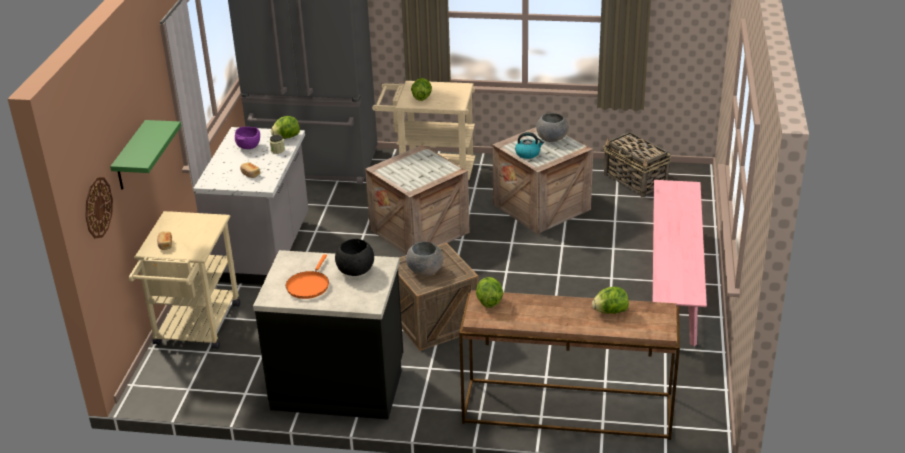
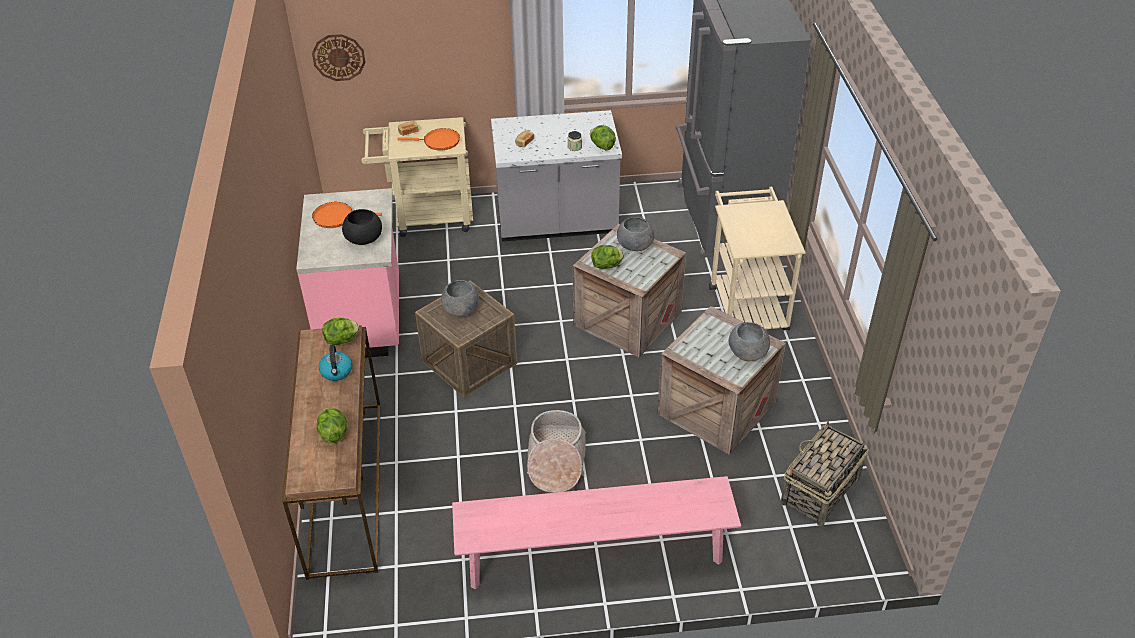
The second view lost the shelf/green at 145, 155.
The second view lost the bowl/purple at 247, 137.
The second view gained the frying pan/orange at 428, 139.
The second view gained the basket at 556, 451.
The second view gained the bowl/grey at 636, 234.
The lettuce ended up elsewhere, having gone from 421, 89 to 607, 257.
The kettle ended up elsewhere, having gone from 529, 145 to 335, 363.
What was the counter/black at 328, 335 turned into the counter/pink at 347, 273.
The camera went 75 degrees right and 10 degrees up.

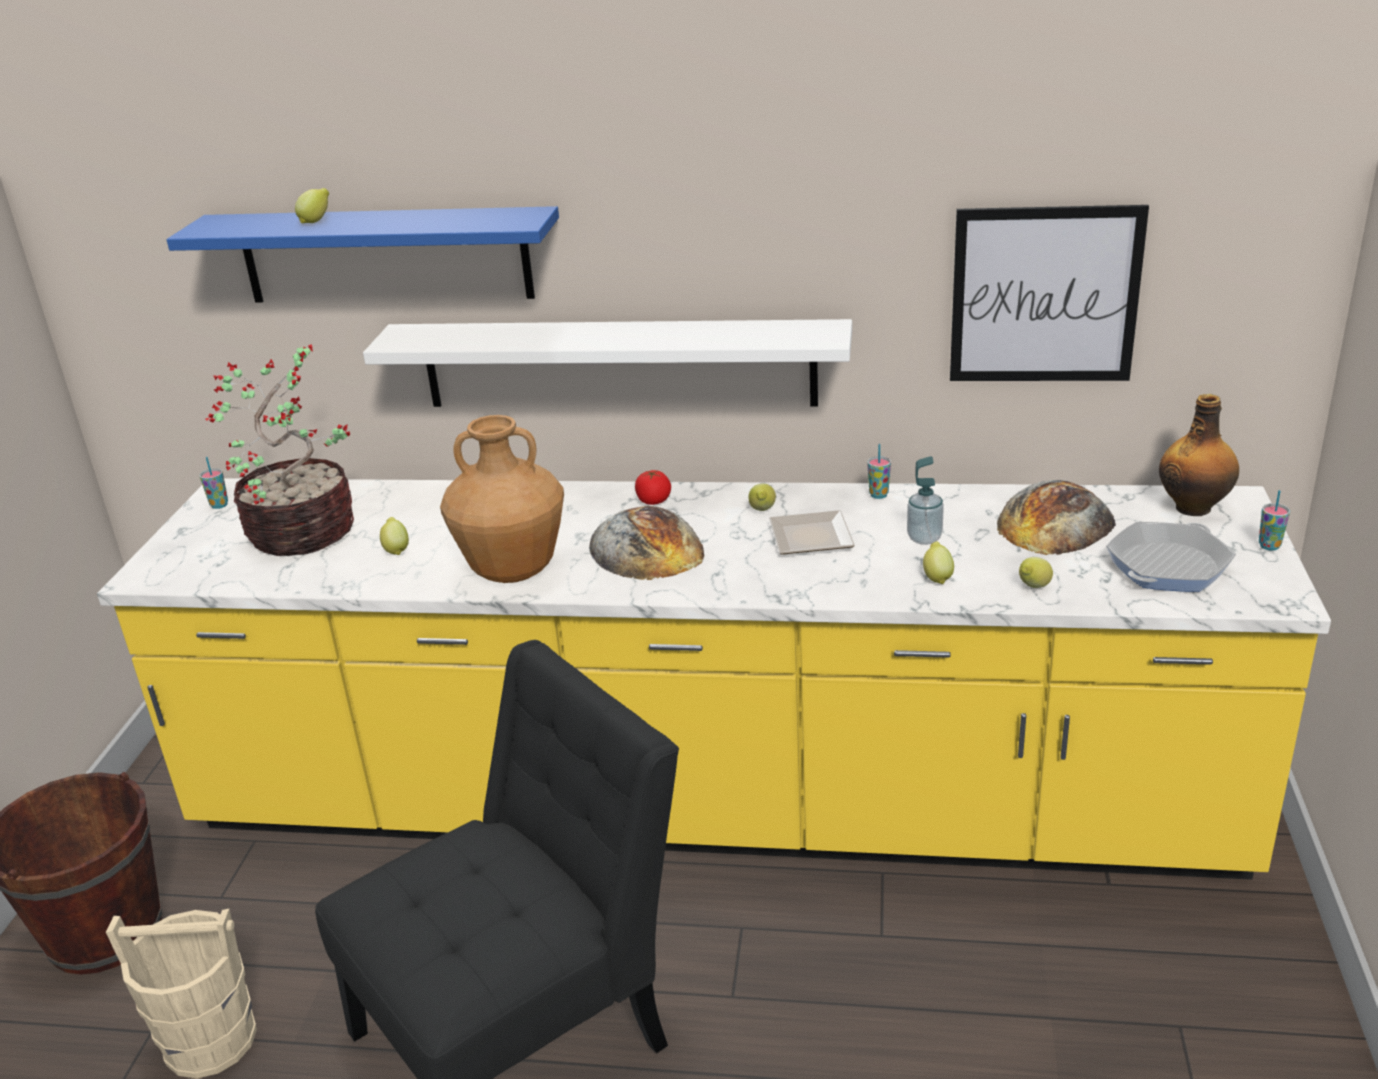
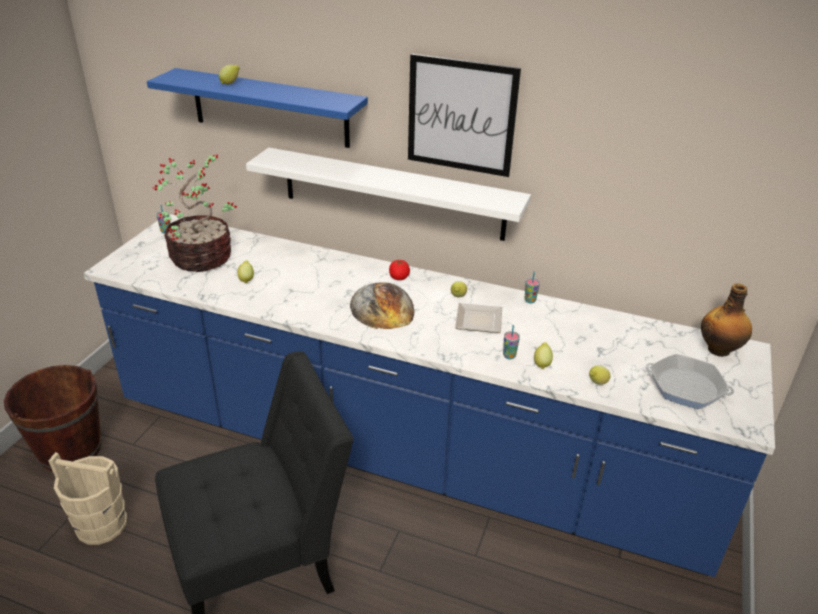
The second view lost the vase/brown at 502, 499.
The second view lost the soap dispenser at 925, 500.
The second view lost the bread at 1056, 517.
The picture ended up elsewhere, having gone from 1049, 293 to 464, 115.
The cup ended up elsewhere, having gone from 1274, 520 to 511, 342.
What was the counter/yellow at 714, 679 turned into the counter/blue at 429, 395.
The frying pan at 1171, 557 ended up facing another way, 60 degrees clockwise from before.
The camera went 10 degrees right and 5 degrees up.

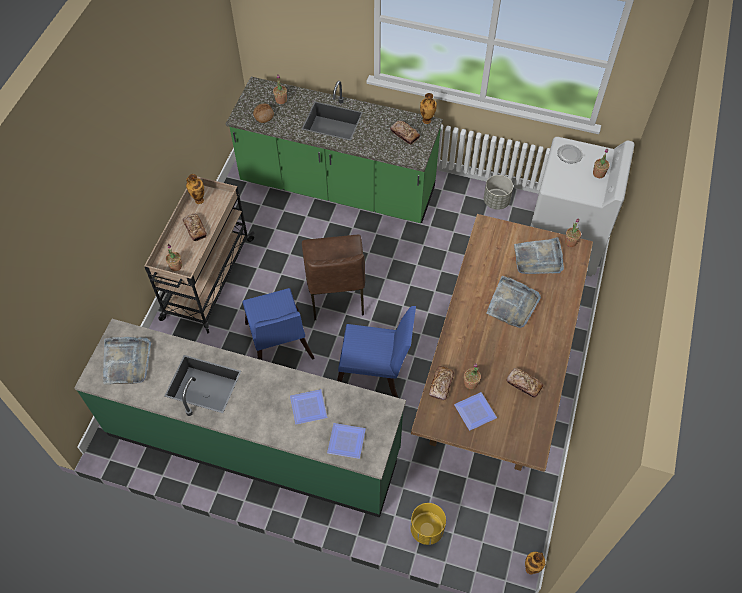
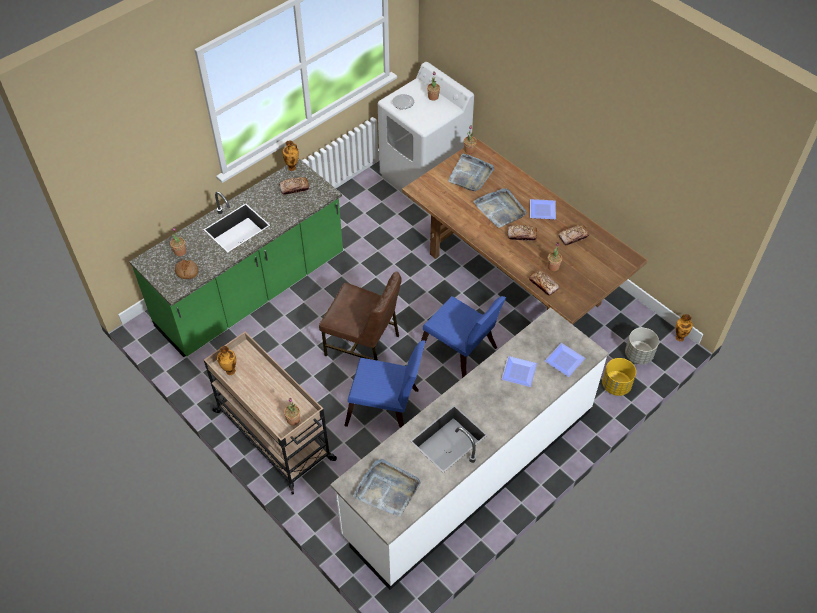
The bread ended up elsewhere, having gone from 195, 227 to 522, 233.
The plate ended up elsewhere, having gone from 475, 411 to 543, 209.
The planter/grey ended up elsewhere, having gone from 498, 192 to 642, 346.
What was the counter/green at 240, 418 turned into the counter/white at 469, 448.
The chair/blue at 376, 352 ended up facing another way, 90 degrees clockwise from before.
The camera went 60 degrees left and 5 degrees down.

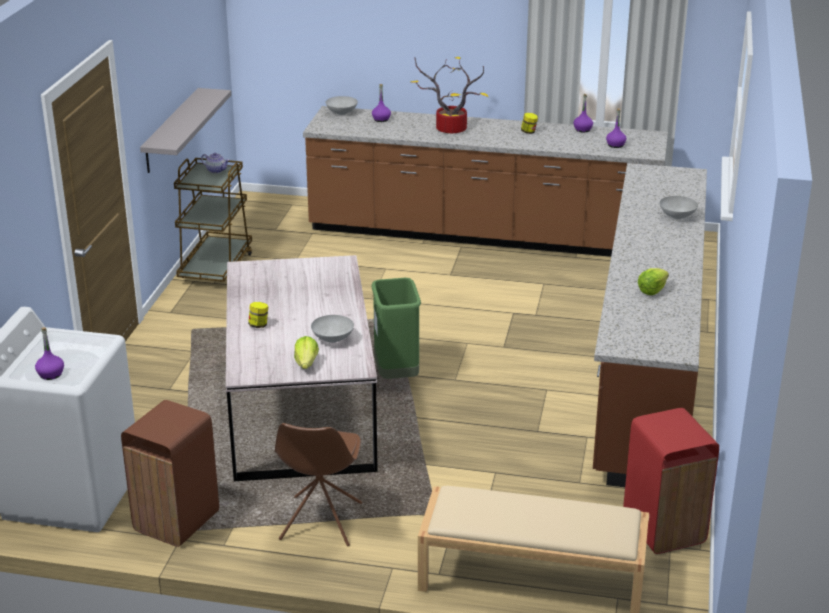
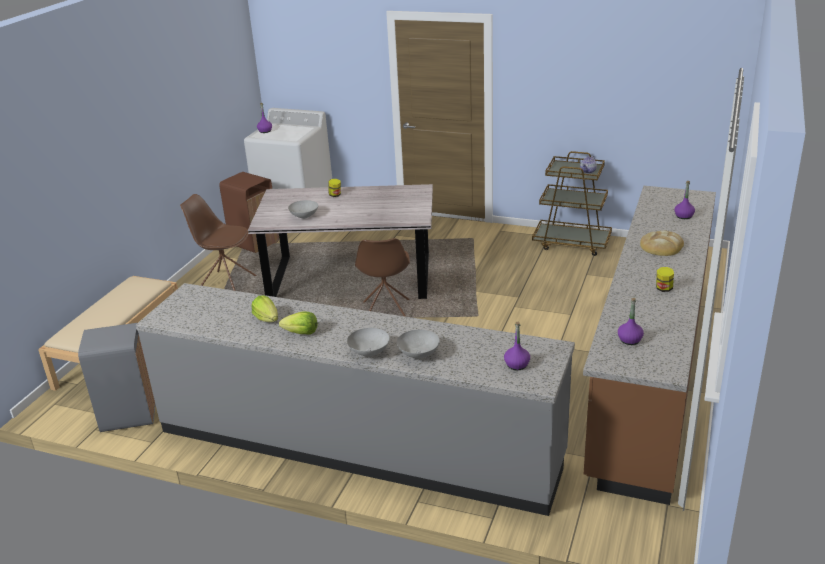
The second view lost the shelf/grey at 185, 130.
The lettuce ended up elsewhere, having gone from 306, 352 to 298, 323.
The bowl/grey ended up elsewhere, having gone from 341, 105 to 368, 342.
The bottle/purple ended up elsewhere, having gone from 583, 113 to 517, 346.
Where the trash can/green stood at 396, 328, the chair/brown came to stand at 382, 277.
Where the potted plant stood at 449, 95, the bread came to stand at 662, 243.
What was the counter/brown at 650, 325 turned into the counter/grey at 355, 399.
What was the trash can/red at 671, 481 turned into the trash can/grey at 116, 377.
The camera went 100 degrees right and 0 degrees up.

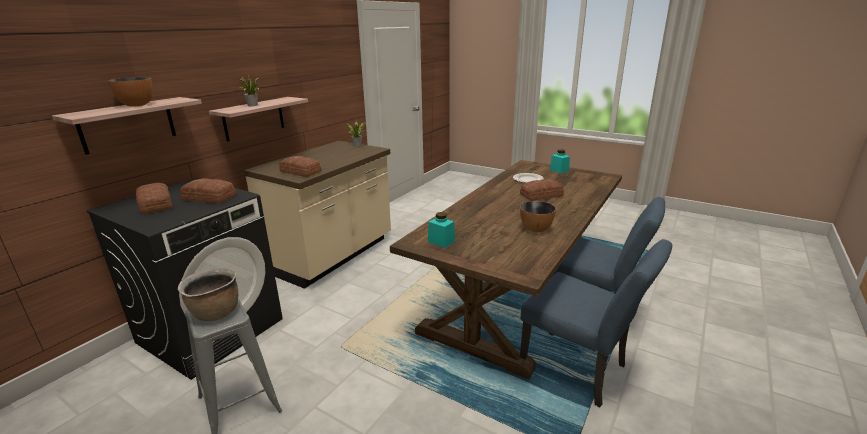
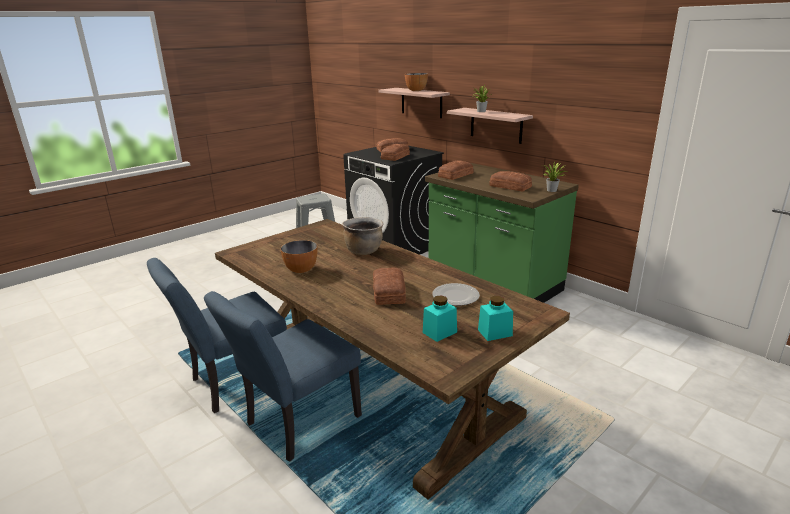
The second view gained the bread at 510, 181.
The cooking pot/brown ended up elsewhere, having gone from 208, 294 to 362, 236.
The jar/turquoise ended up elsewhere, having gone from 441, 230 to 440, 318.
What was the counter/beige at 317, 215 turned into the counter/green at 502, 233.
The camera went 105 degrees right and 0 degrees up.

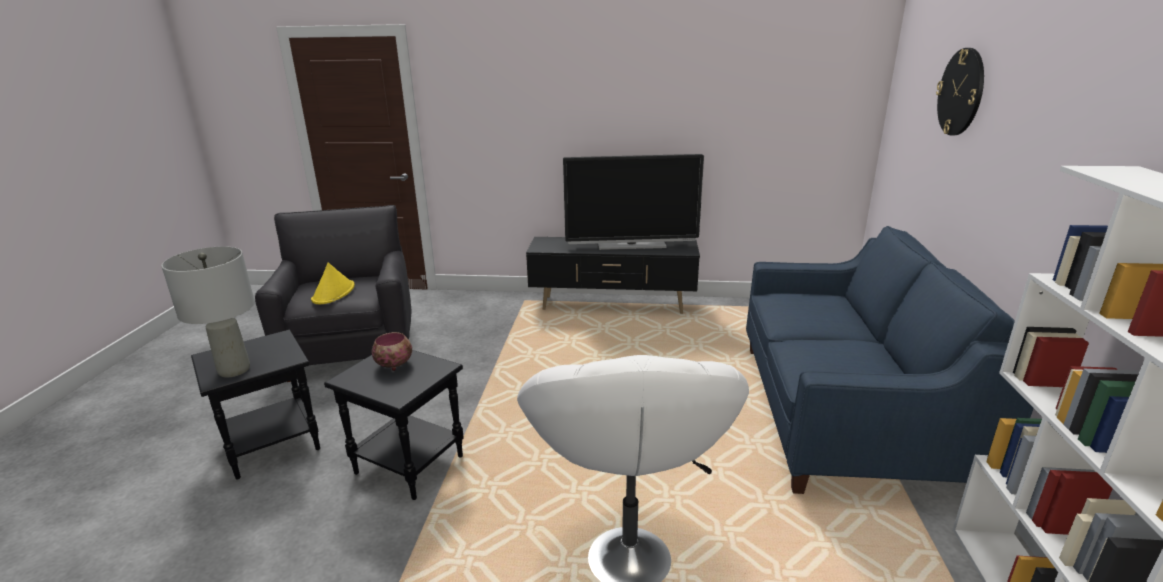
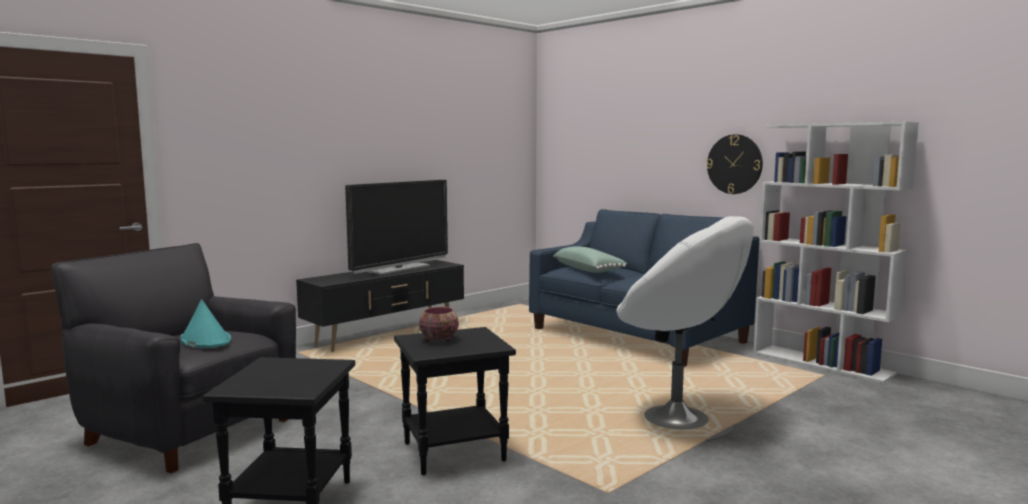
The second view lost the table lamp/grey at 208, 312.
The second view gained the pillow/green at 590, 259.
The wall clock ended up elsewhere, having gone from 960, 91 to 734, 164.
What was the hat/yellow at 333, 283 turned into the hat/turquoise at 205, 323.
The camera went 50 degrees left and 15 degrees down.

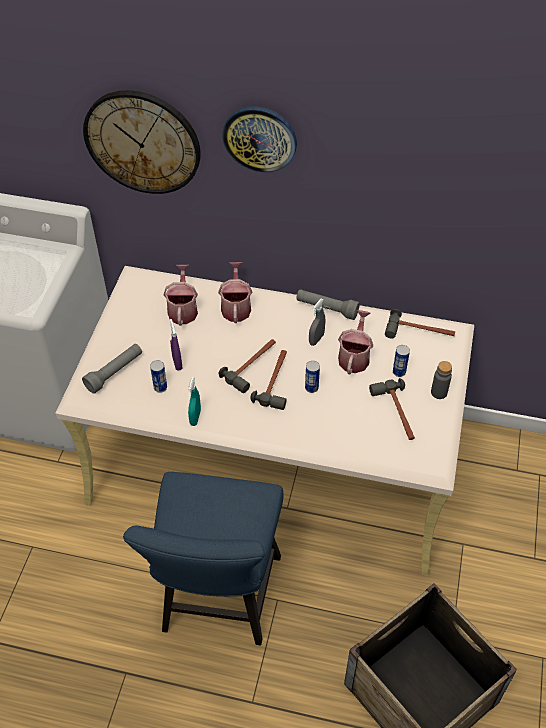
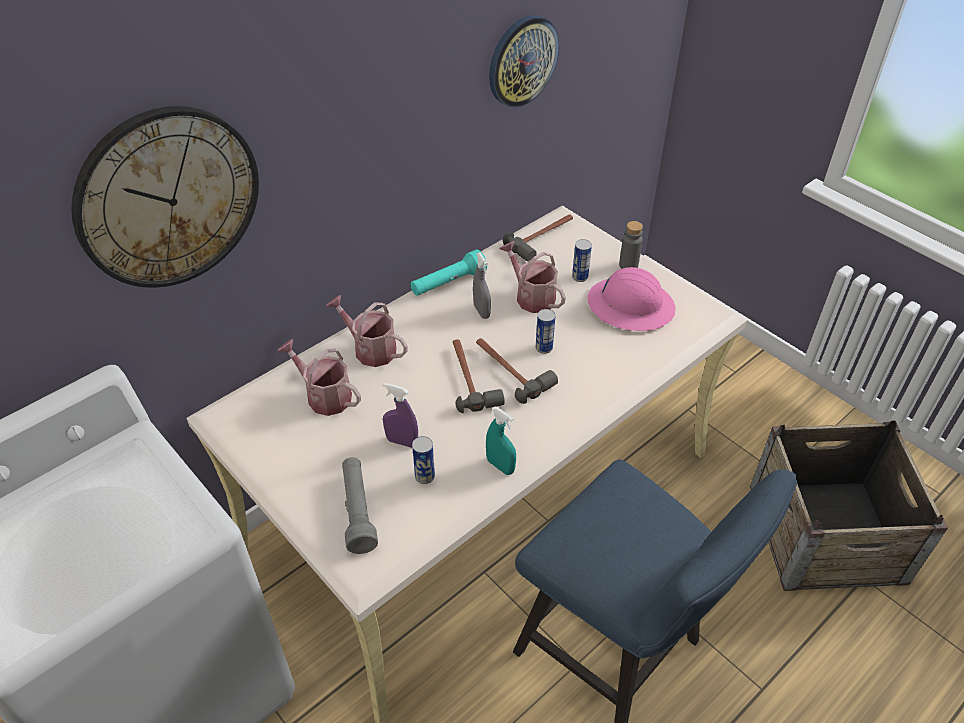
The wall clock ended up elsewhere, having gone from 259, 139 to 524, 61.
Where the hammer stood at 392, 409, the hard hat/pink came to stand at 631, 299.
What was the flashlight/grey at 328, 304 turned into the flashlight/turquoise at 448, 272.
The camera went 55 degrees left and 5 degrees down.

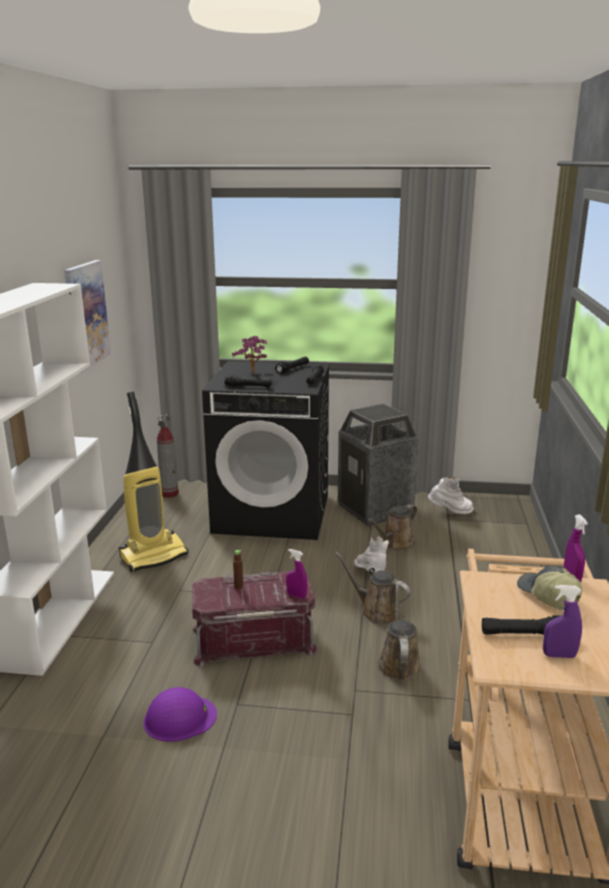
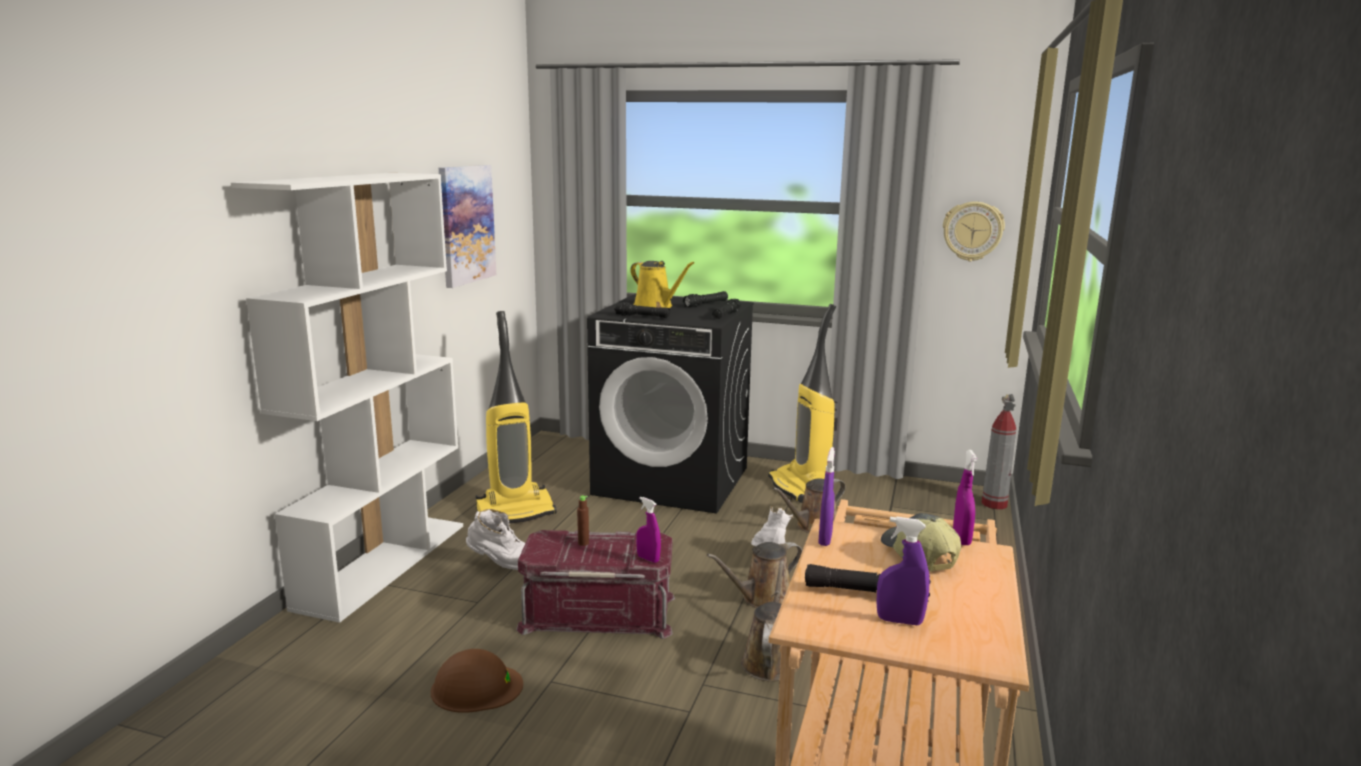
The second view gained the spray bottle/purple at 826, 496.
The second view gained the wall clock at 974, 231.
The fire extinguisher ended up elsewhere, having gone from 168, 456 to 998, 451.
The boot/white ended up elsewhere, having gone from 450, 495 to 495, 539.
Where the potted plant stood at 249, 355, the watering can/yellow came to stand at 662, 284.
Where the trash can stood at 378, 465, the vacuum cleaner came to stand at 803, 403.
What was the hard hat/purple at 180, 714 turned into the hard hat/brown at 477, 681.
The watering can/brown at 373, 588 ended up facing another way, 75 degrees counterclockwise from before.
The camera went 10 degrees right and 5 degrees down.

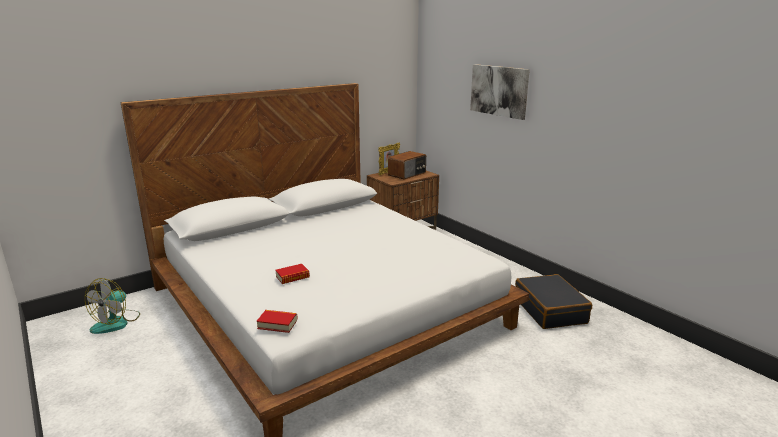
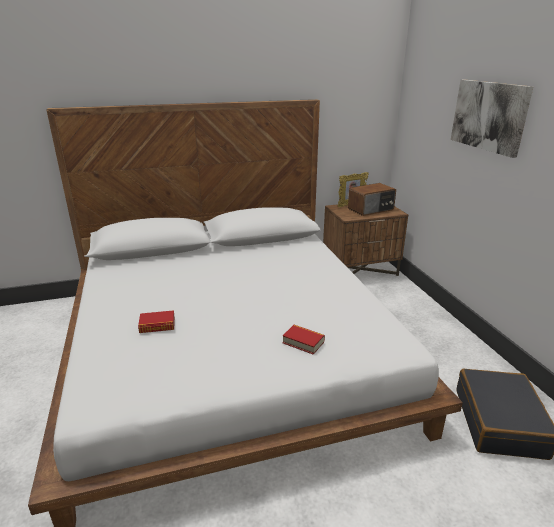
The second view lost the fan at 112, 306.
The book ended up elsewhere, having gone from 277, 321 to 304, 340.
The camera went 20 degrees right and 5 degrees up.

